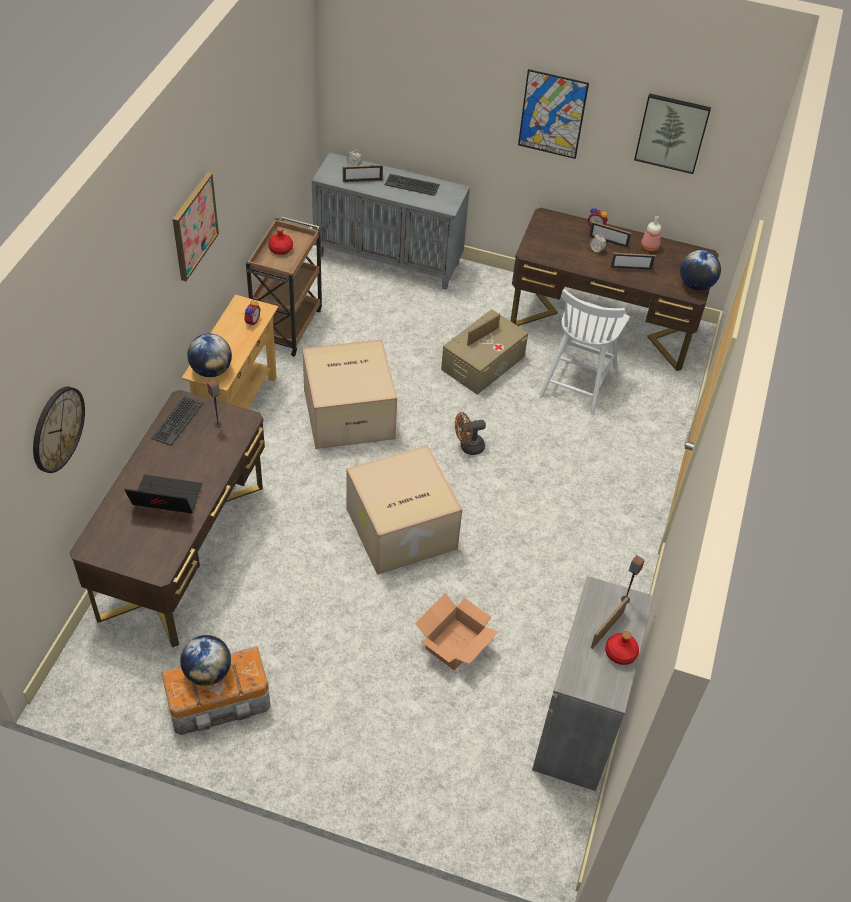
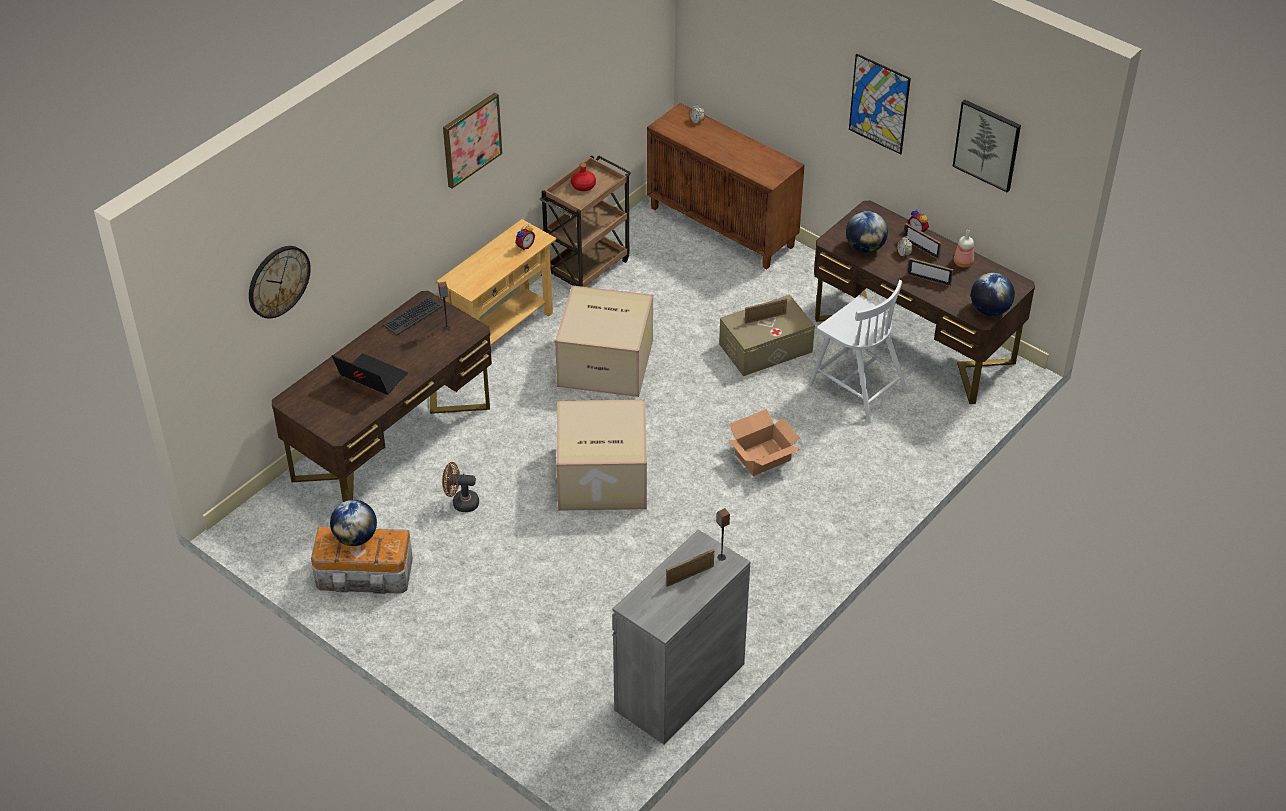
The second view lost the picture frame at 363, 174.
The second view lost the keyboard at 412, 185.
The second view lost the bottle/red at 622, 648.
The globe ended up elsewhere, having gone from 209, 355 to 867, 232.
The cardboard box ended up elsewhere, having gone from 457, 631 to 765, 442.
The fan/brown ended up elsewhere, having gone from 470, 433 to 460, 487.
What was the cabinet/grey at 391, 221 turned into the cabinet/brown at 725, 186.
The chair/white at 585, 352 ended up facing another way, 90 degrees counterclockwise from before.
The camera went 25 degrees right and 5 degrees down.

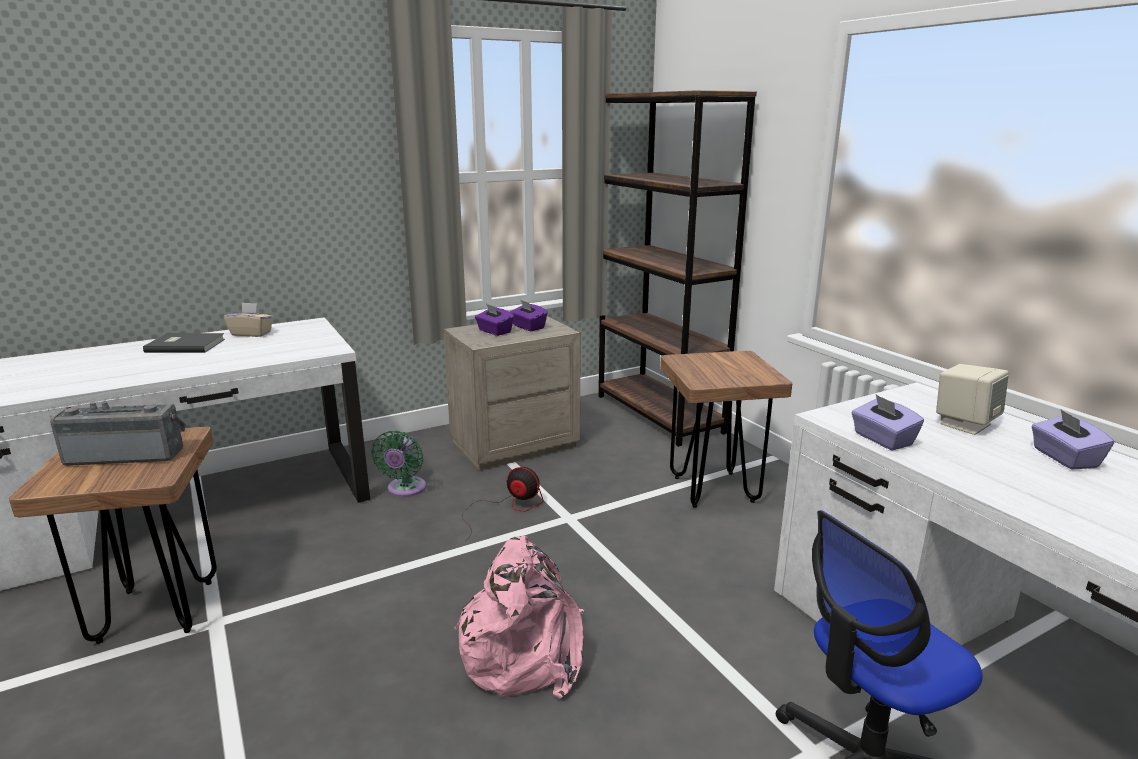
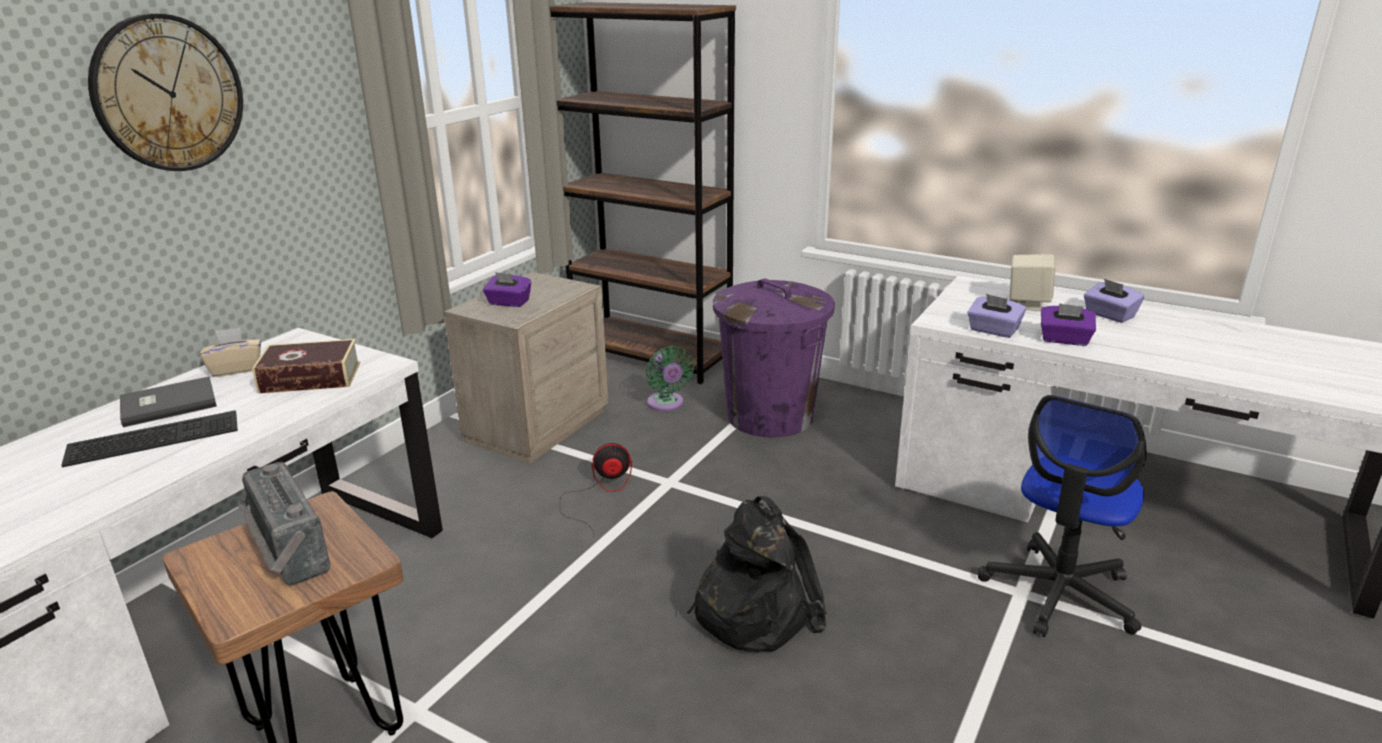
The second view gained the keyboard at 149, 438.
The second view gained the wall clock at 165, 92.
The second view gained the book at 306, 366.
The fan/green ended up elsewhere, having gone from 398, 463 to 669, 378.
The tissue box/purple ended up elsewhere, having gone from 529, 315 to 1068, 324.
Where the stool/brown stood at 726, 429, the trash can/purple came to stand at 774, 358.
What was the backpack/pink at 519, 617 turned into the backpack/black at 756, 574.
The radio at 118, 434 ended up facing another way, 90 degrees counterclockwise from before.
The camera went 30 degrees left and 5 degrees up.

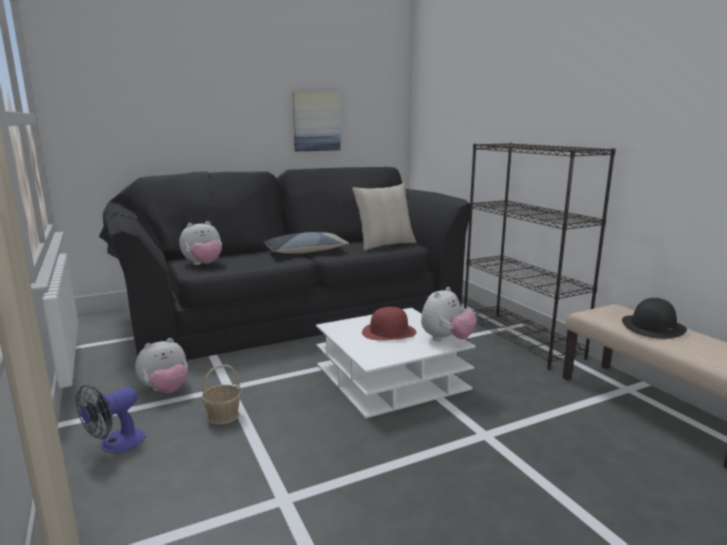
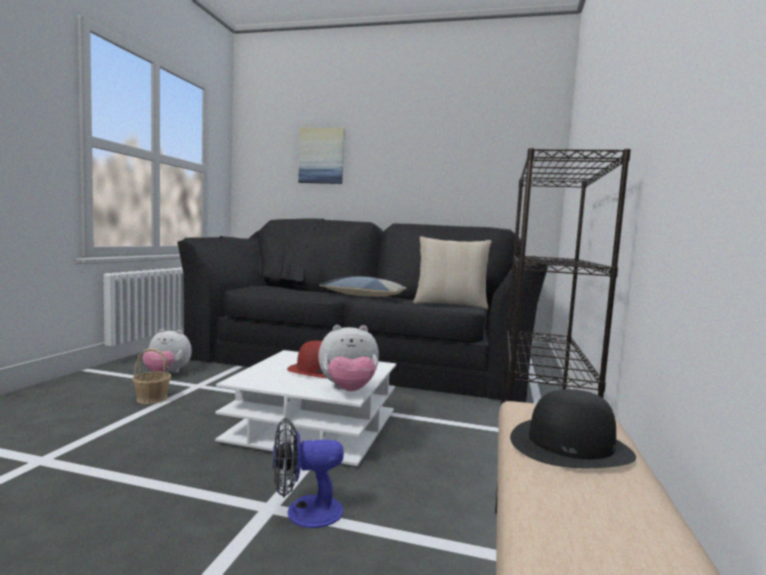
The second view lost the plush toy at 200, 243.
The fan ended up elsewhere, having gone from 110, 419 to 308, 473.
The picture ended up elsewhere, having gone from 317, 121 to 321, 156.
The camera went 40 degrees right and 10 degrees down.

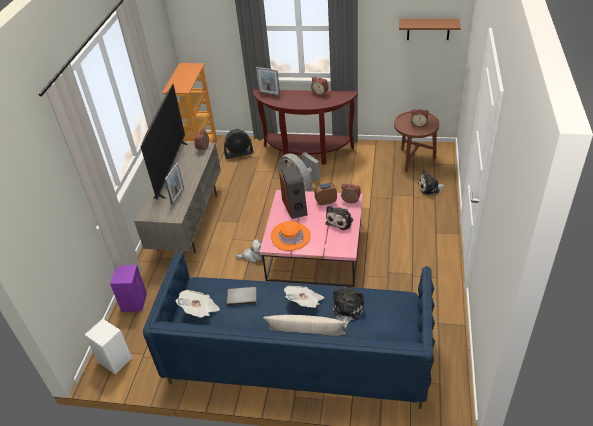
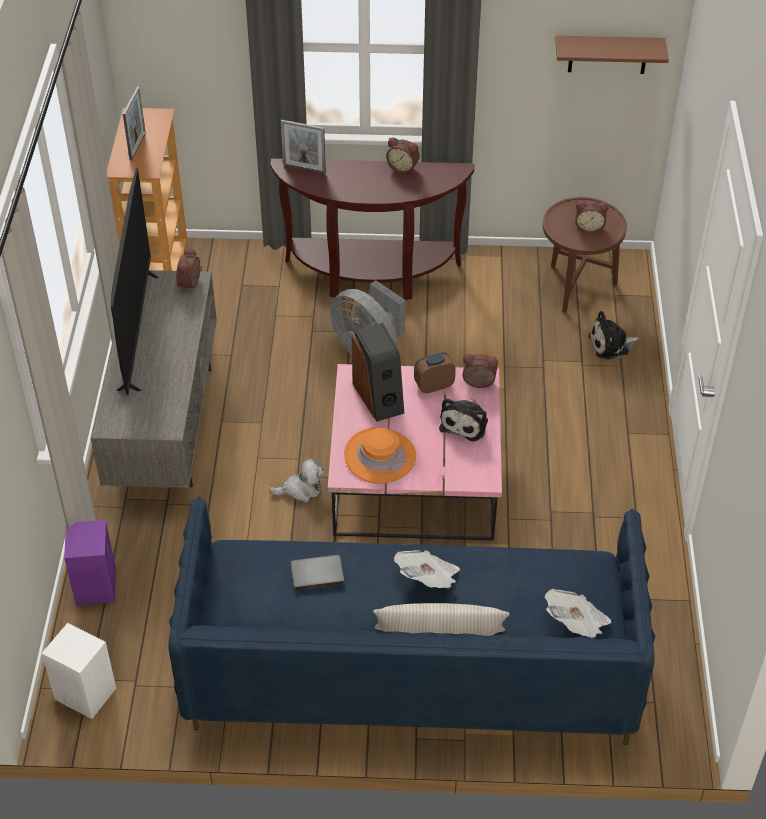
The second view lost the fan/black at 239, 144.
The second view lost the plush toy at 348, 307.
The picture frame ended up elsewhere, having gone from 174, 184 to 134, 124.
The newspaper ended up elsewhere, having gone from 198, 304 to 578, 613.
The camera went 10 degrees left and 5 degrees up.

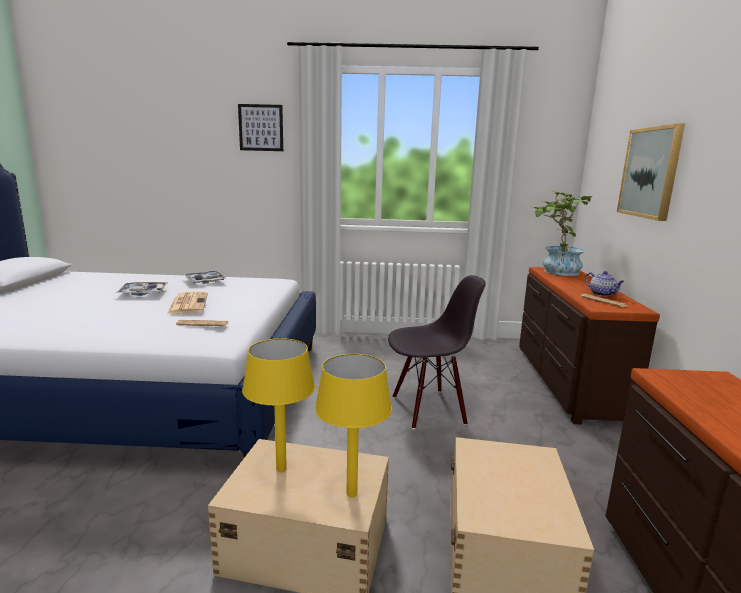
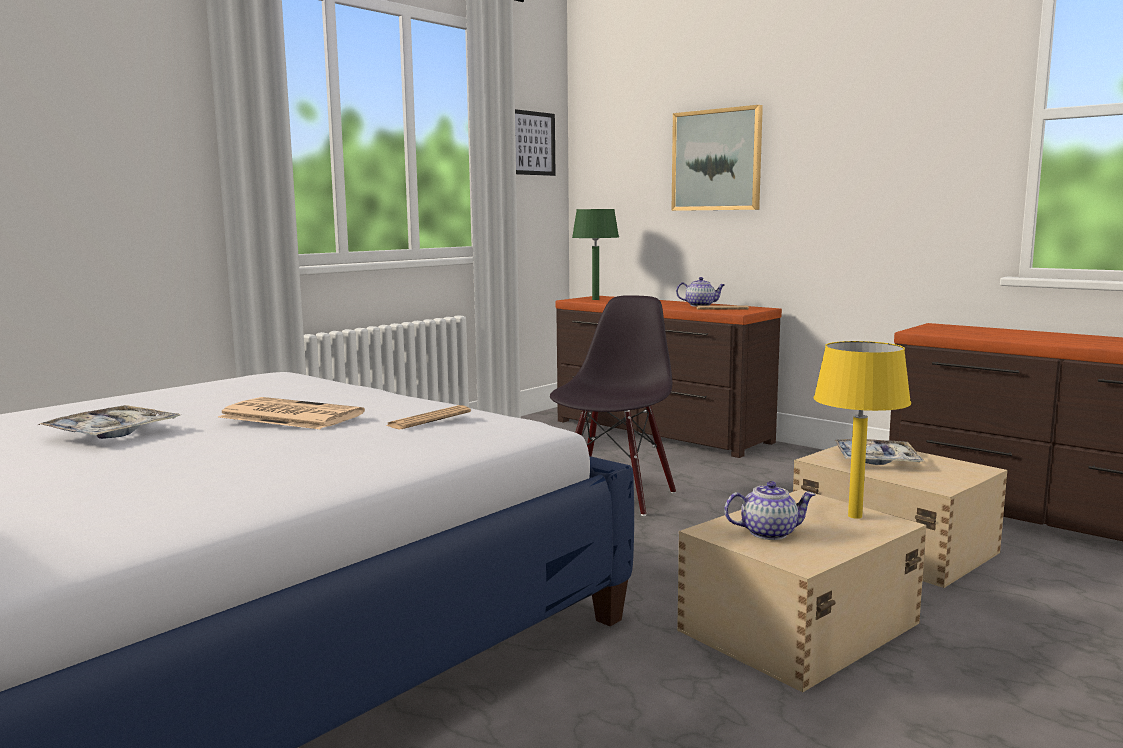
The tray ended up elsewhere, having gone from 205, 277 to 879, 452.
The picture ended up elsewhere, having gone from 260, 127 to 535, 142.
Where the table lamp/yellow stood at 278, 405, the teapot came to stand at 770, 510.
Where the potted plant stood at 561, 233, the table lamp/green came to stand at 595, 254.
The camera went 50 degrees left and 5 degrees down.

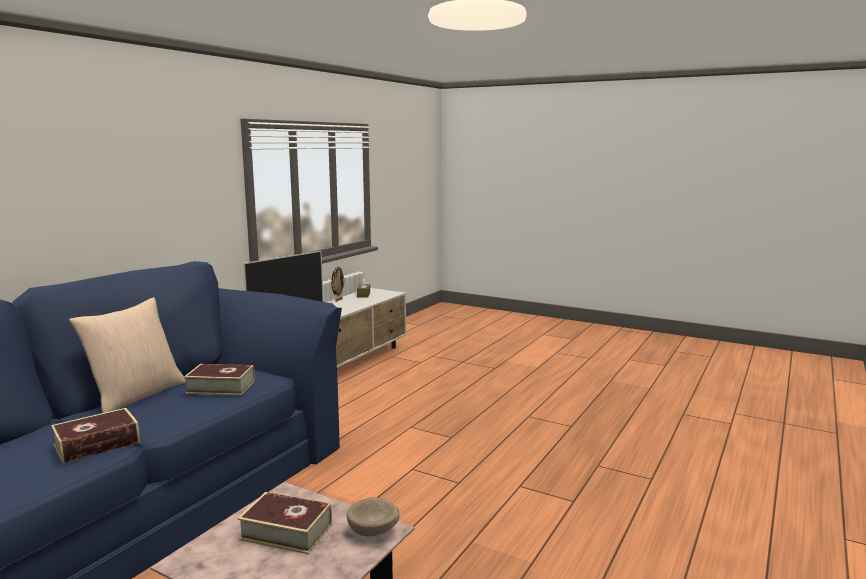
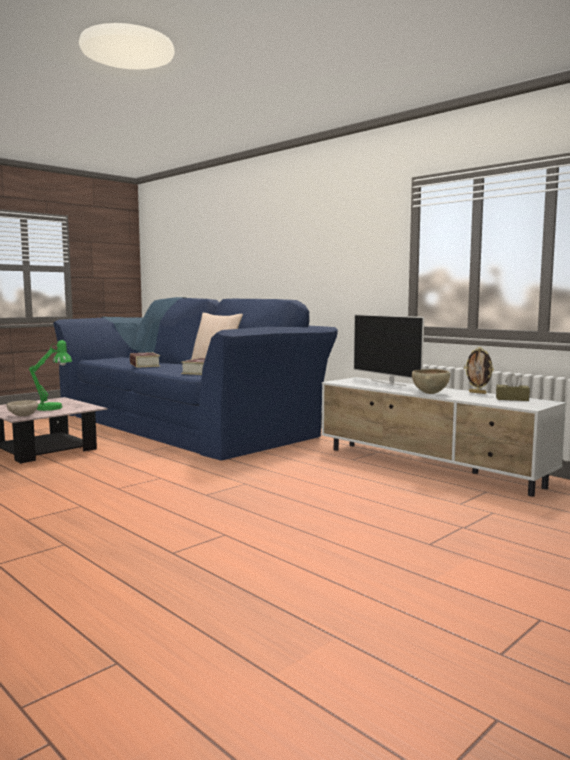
The second view gained the bowl/brown at 431, 381.
Where the book stood at 284, 523, the table lamp/green came to stand at 50, 375.
The camera went 105 degrees right and 5 degrees down.

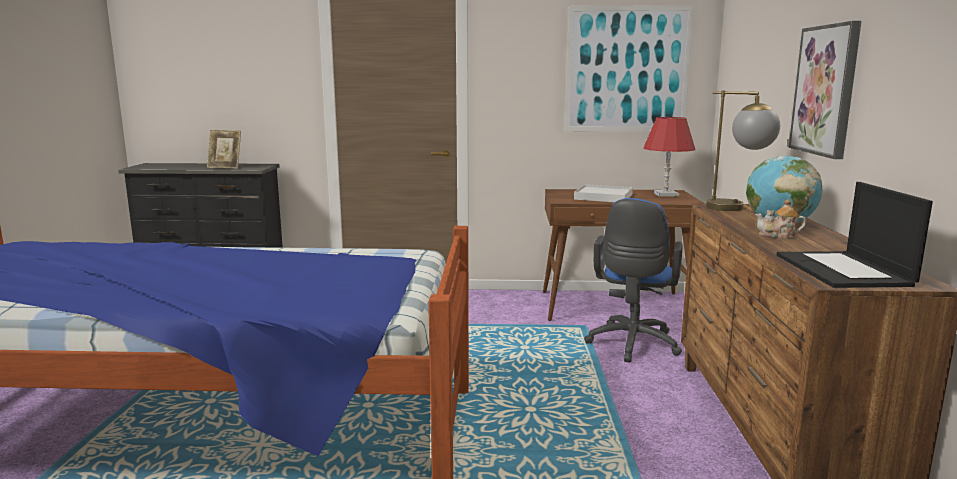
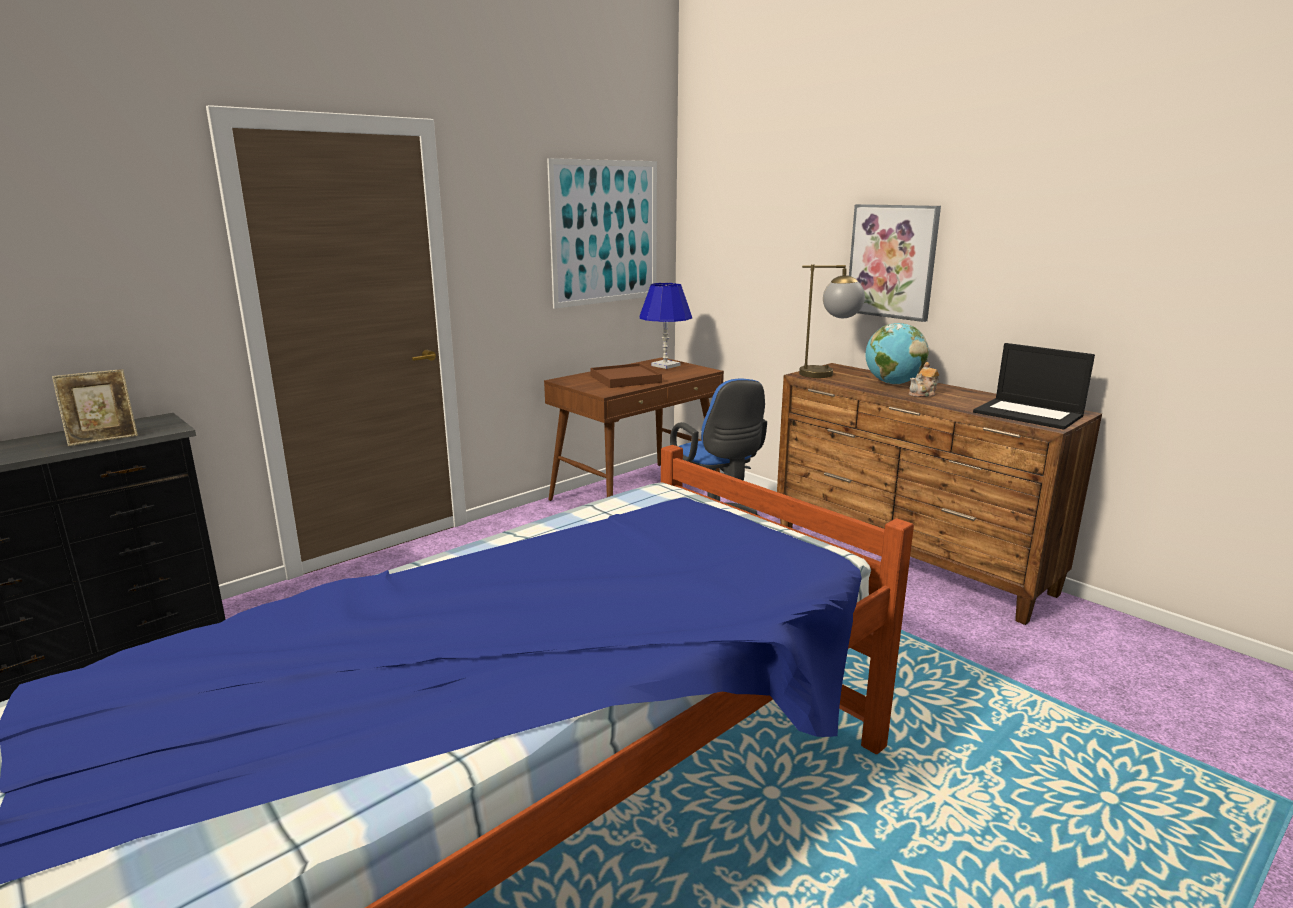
What was the tray/white at 603, 193 turned into the tray/brown at 626, 375.
What was the table lamp/red at 669, 157 turned into the table lamp/blue at 666, 326.
The camera went 45 degrees left and 5 degrees up.

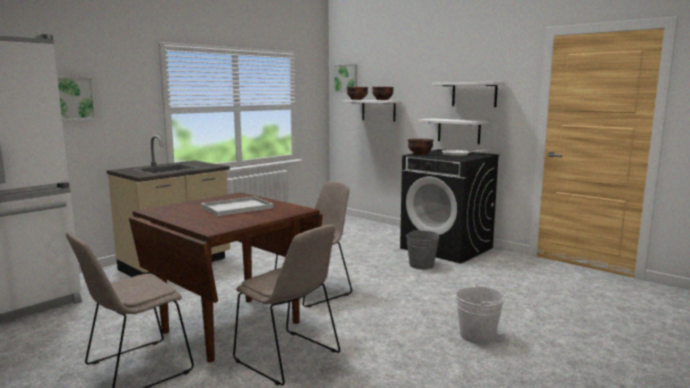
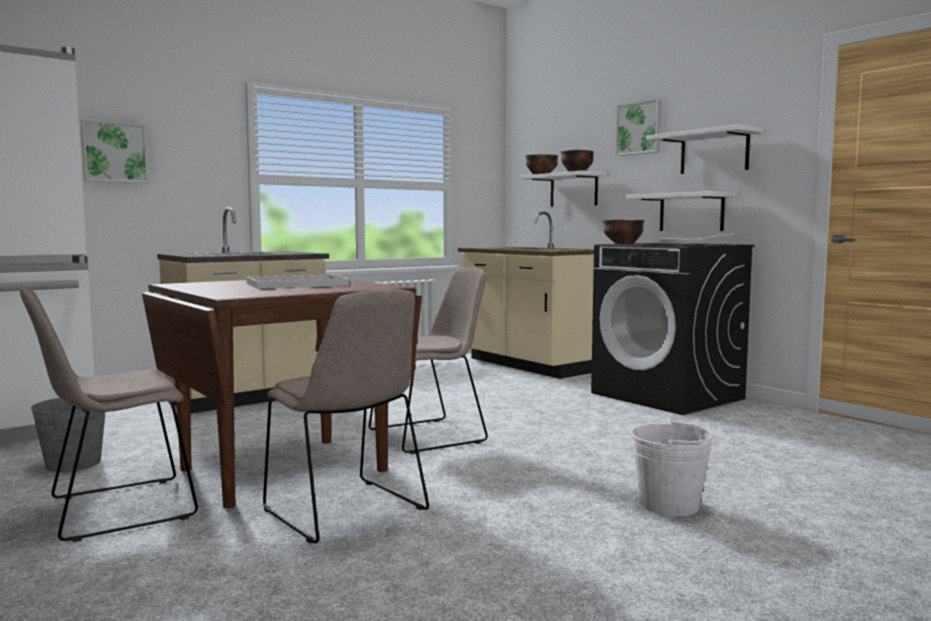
The second view gained the counter/beige at 527, 295.
The picture ended up elsewhere, having gone from 345, 79 to 639, 127.
The bucket/grey ended up elsewhere, having gone from 422, 249 to 68, 435.
The camera went 10 degrees right and 5 degrees down.

